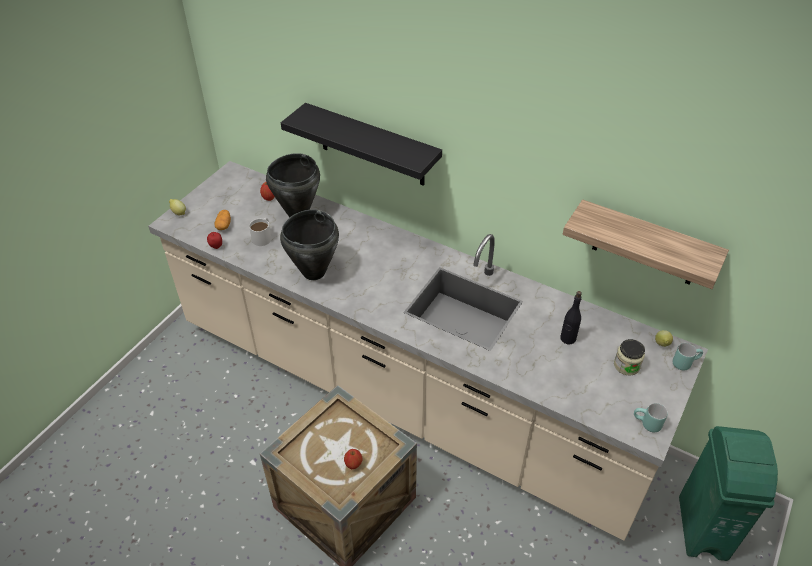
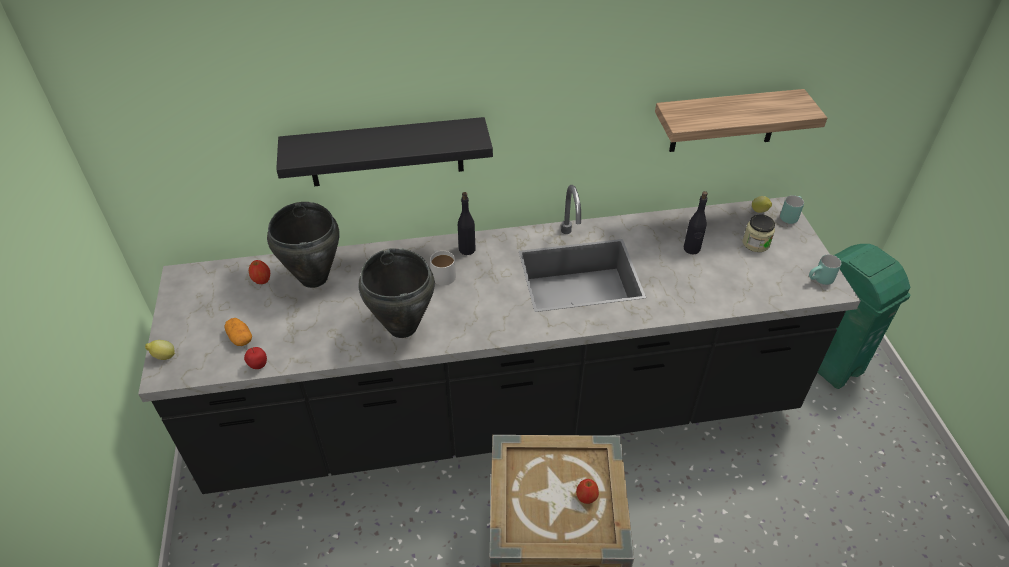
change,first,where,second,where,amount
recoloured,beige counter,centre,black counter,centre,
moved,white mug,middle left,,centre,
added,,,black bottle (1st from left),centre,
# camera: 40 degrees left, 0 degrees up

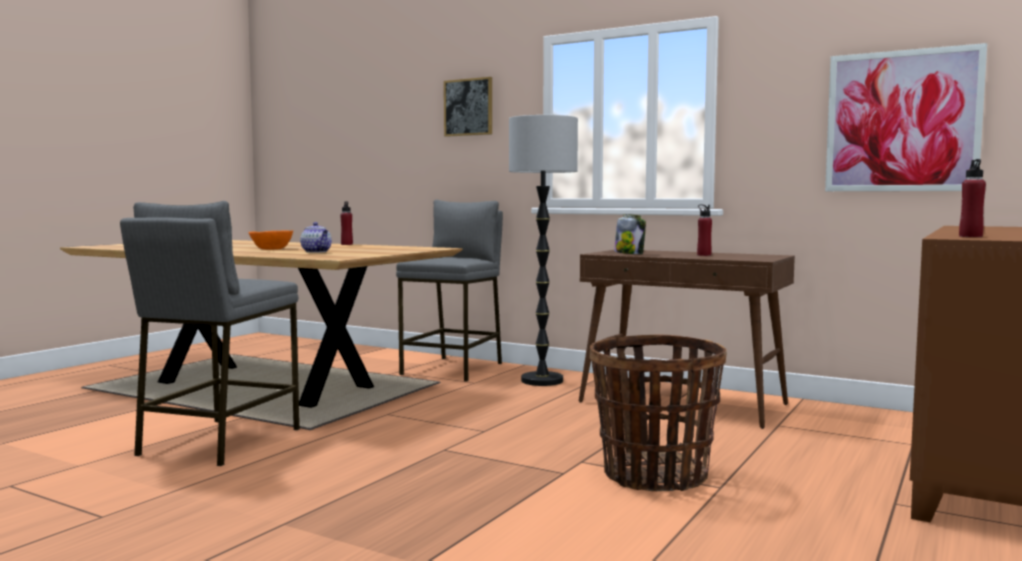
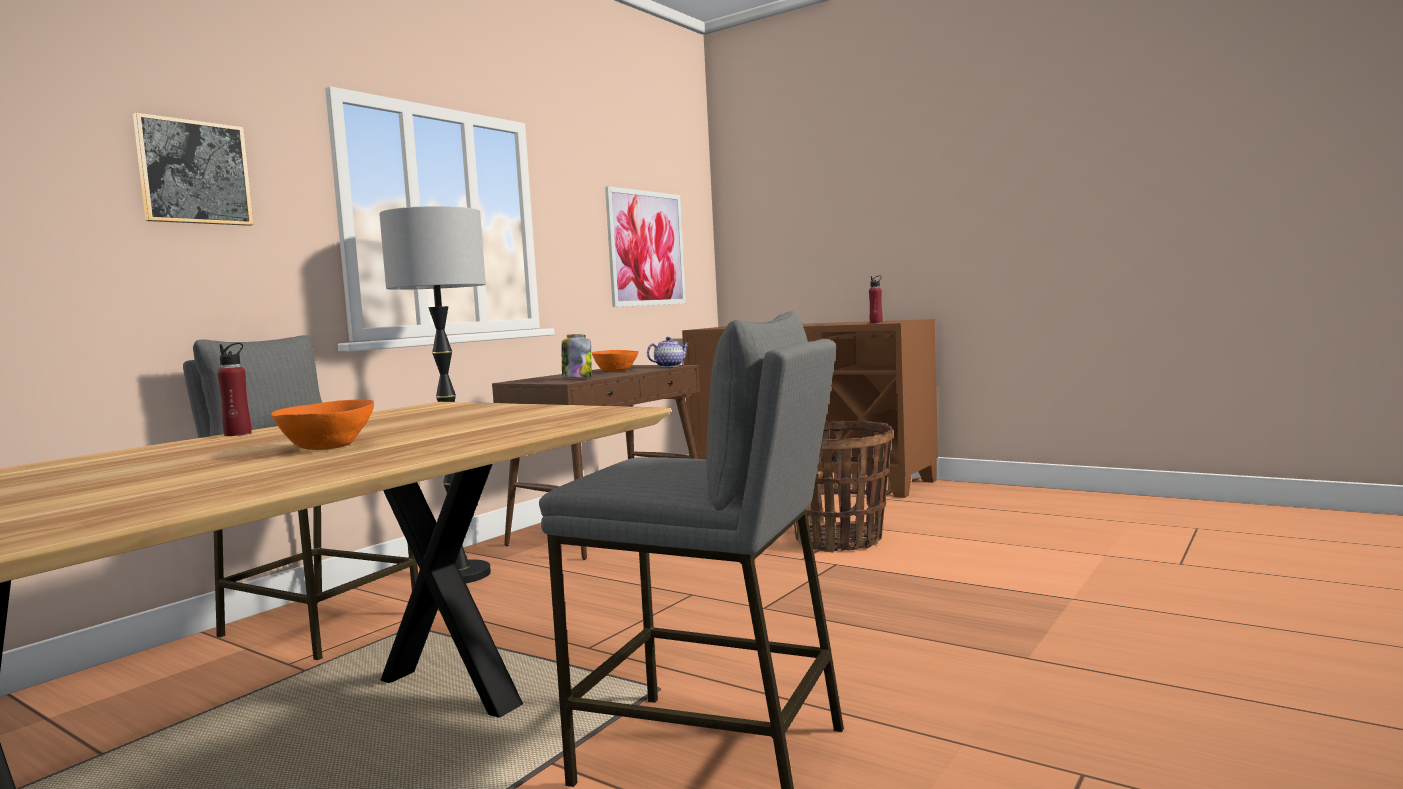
change,first,where,second,where,amount
moved,teapot,middle left,,centre,
replaced,red bottle (2nd from left),middle right,orange bowl (2nd from left),centre,
# camera: 85 degrees left, 0 degrees up

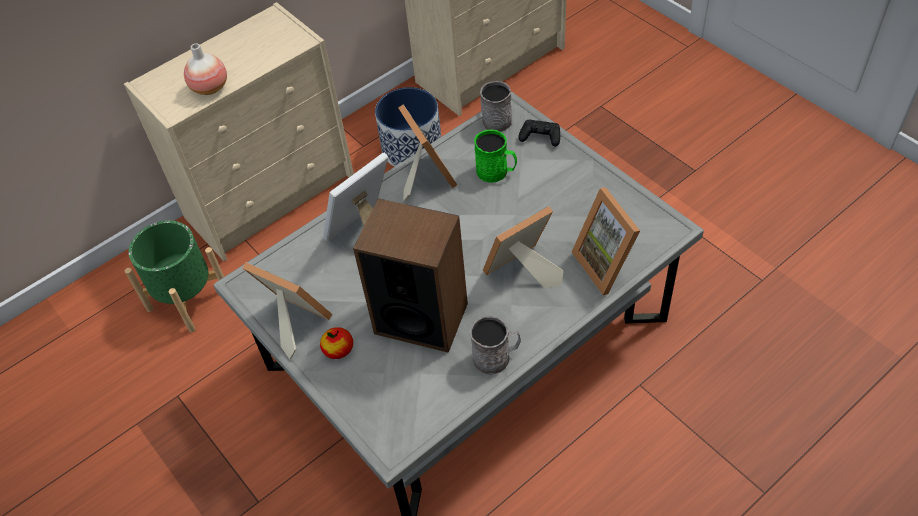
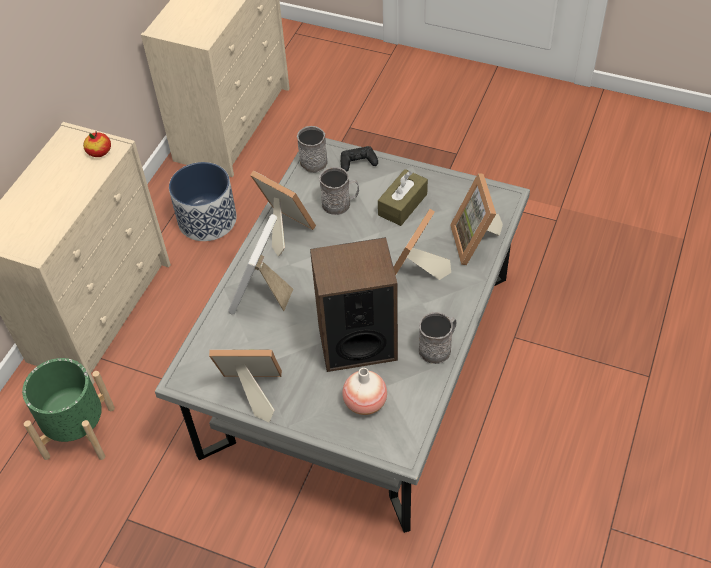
change,first,where,second,where,amount
moved,vase,top left,,bottom centre,
moved,apple,centre,,top left,
recoloured,green mug,top centre,grey mug (2nd from left),centre,
turned,picture frame (5th from left),centre,,middle right,45 degrees clockwise
added,,,brown tissue box,centre,
# camera: 30 degrees left, 0 degrees up

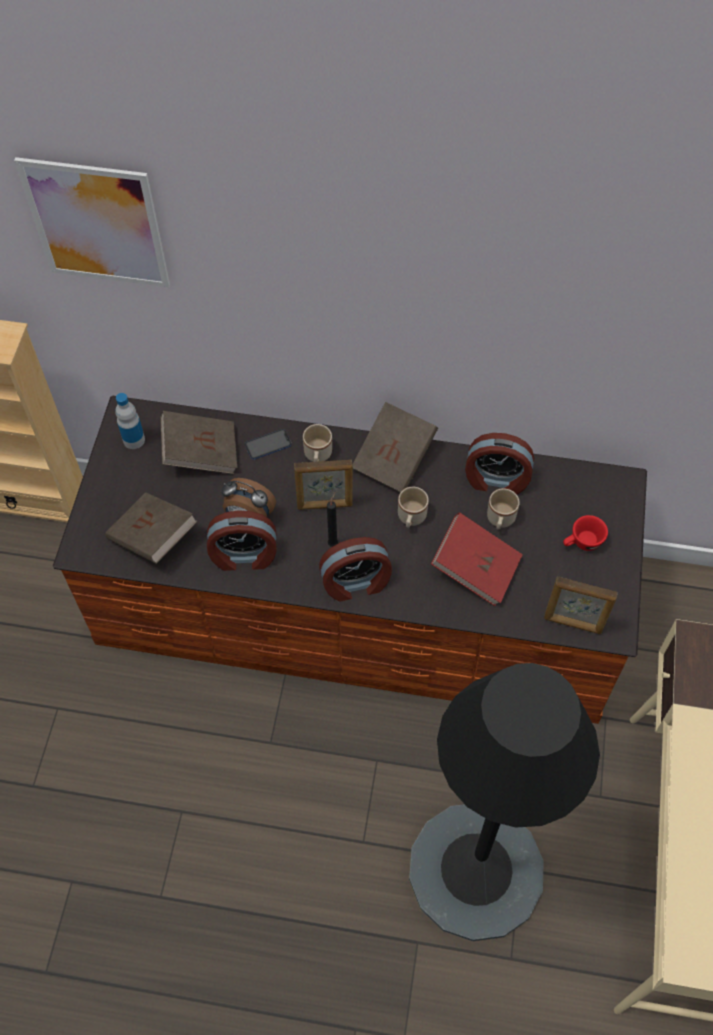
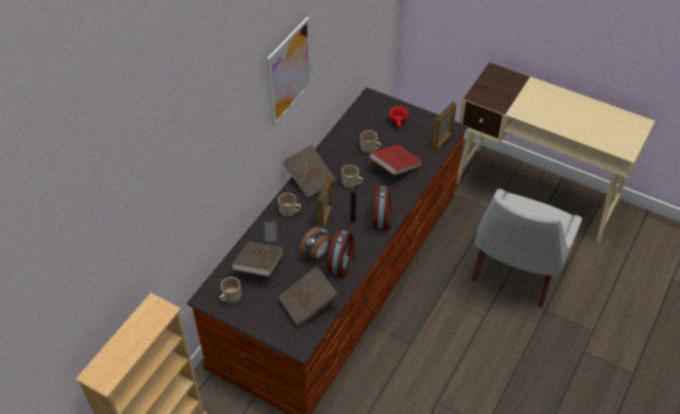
change,first,where,second,where,amount
moved,picture,top left,,top centre,
replaced,bottle,middle left,beige mug (1st from left),bottom centre,
replaced,black floor lamp,bottom right,white chair,middle right,
removed,alarm clock (4th from left),middle right,,,
# camera: 70 degrees left, 10 degrees down

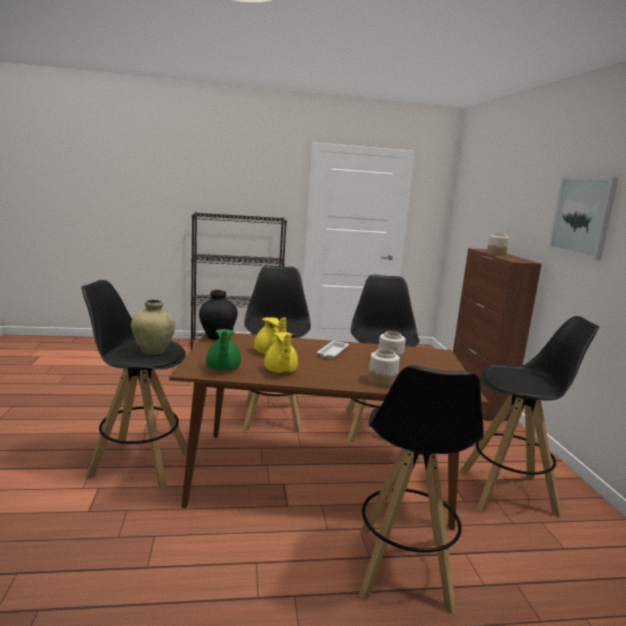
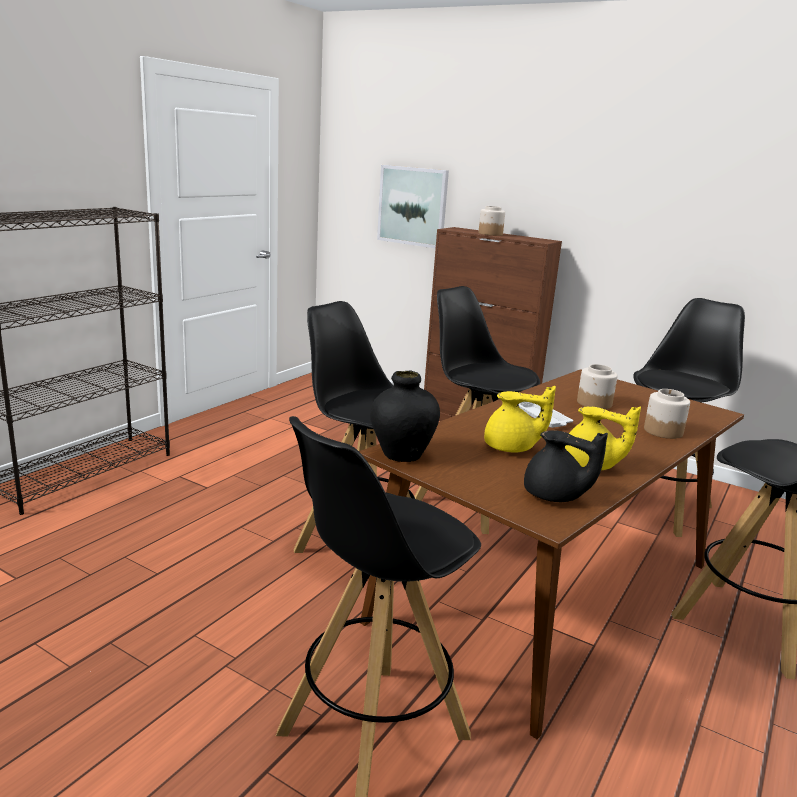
change,first,where,second,where,amount
removed,beige vase,middle left,,,
recoloured,green teapot,centre,black teapot,middle right,
moved,picture,middle right,,top centre,
# camera: 50 degrees left, 5 degrees up

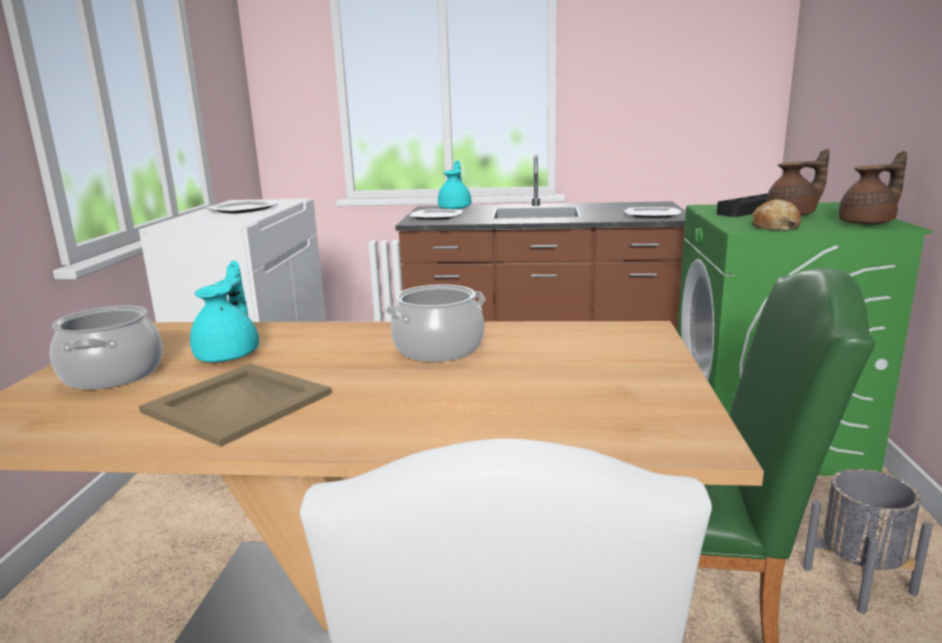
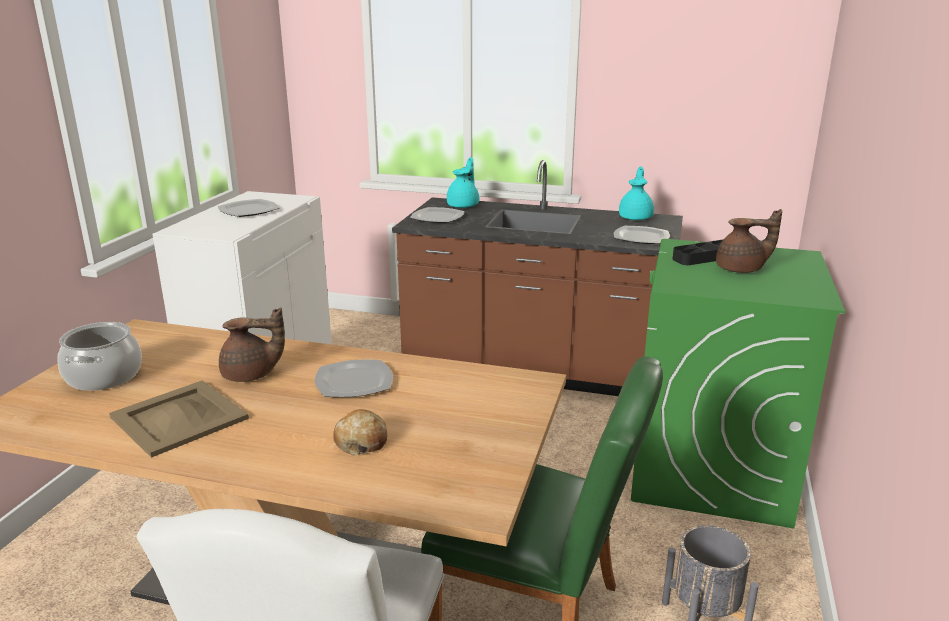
change,first,where,second,where,amount
moved,turquoise teapot (1st from left in the first image),middle left,turquoise teapot (2nd from left),top right,
replaced,cooking pot (2nd from left),centre,plate (2nd from left),centre,
moved,bread,middle right,,bottom centre,
moved,brown teapot (2nd from left in the first image),top right,brown teapot (1st from left),middle left,
# camera: 10 degrees right, 5 degrees up

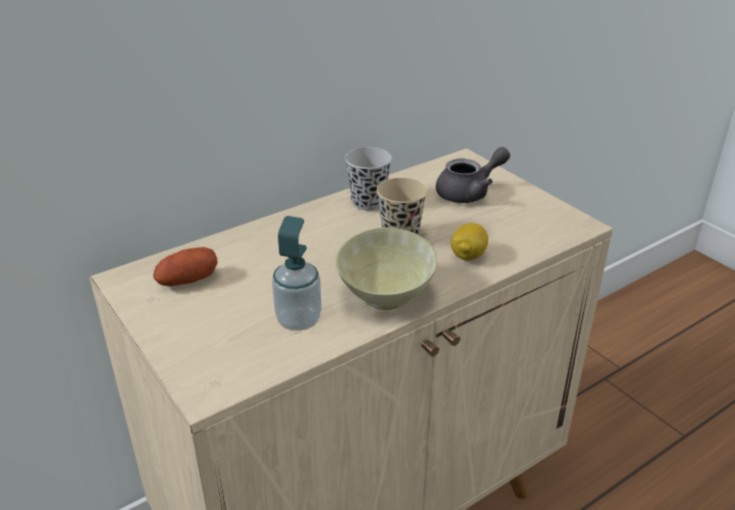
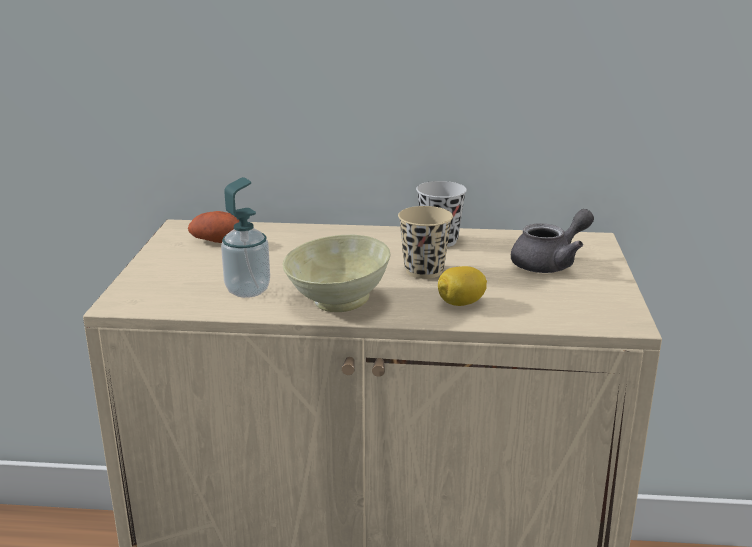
change,first,where,second,where,amount
turned,grey teapot,centre,,middle right,45 degrees counterclockwise
# camera: 40 degrees right, 10 degrees down

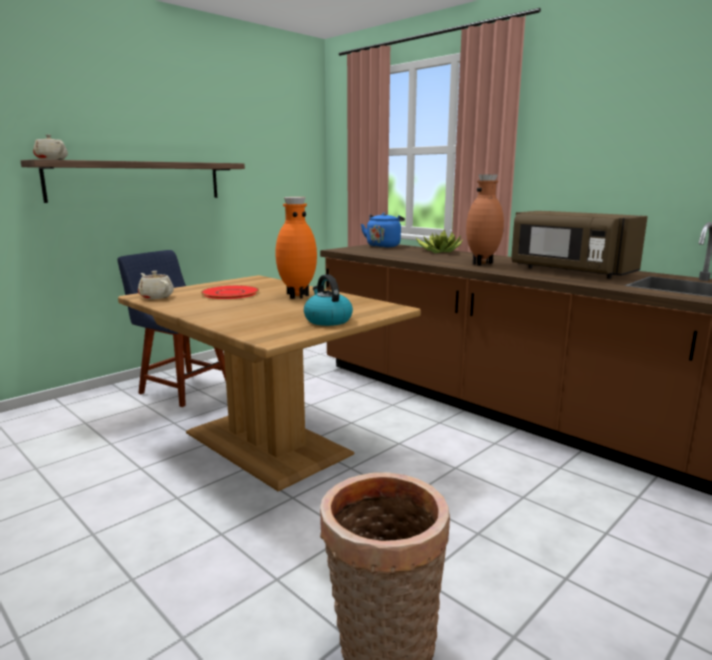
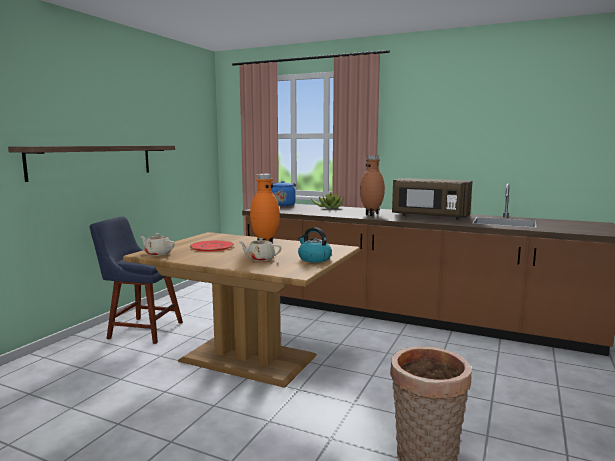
change,first,where,second,where,amount
moved,beige teapot (1st from left in the first image),top left,beige teapot (2nd from left),centre,
# camera: 20 degrees left, 5 degrees down

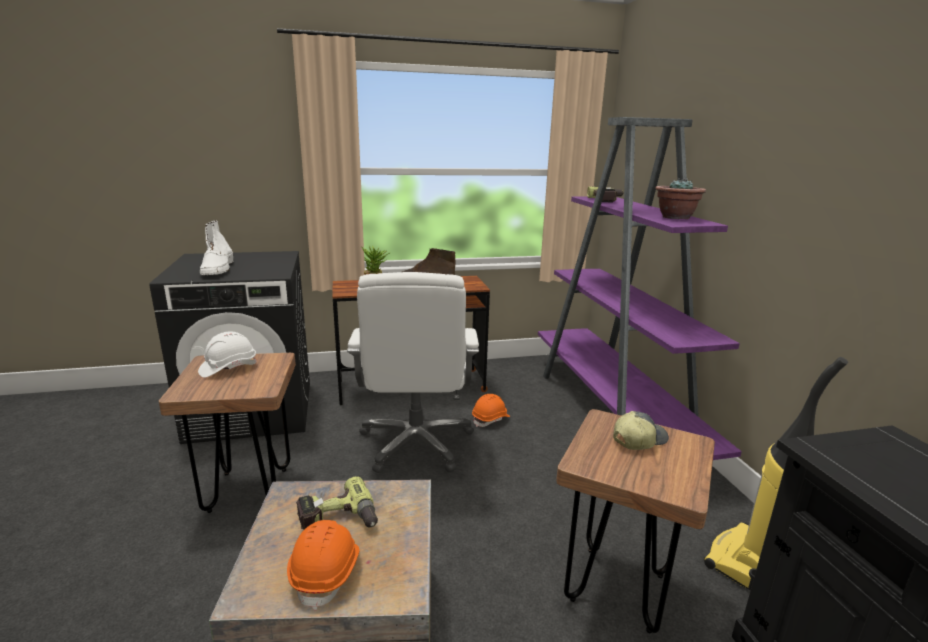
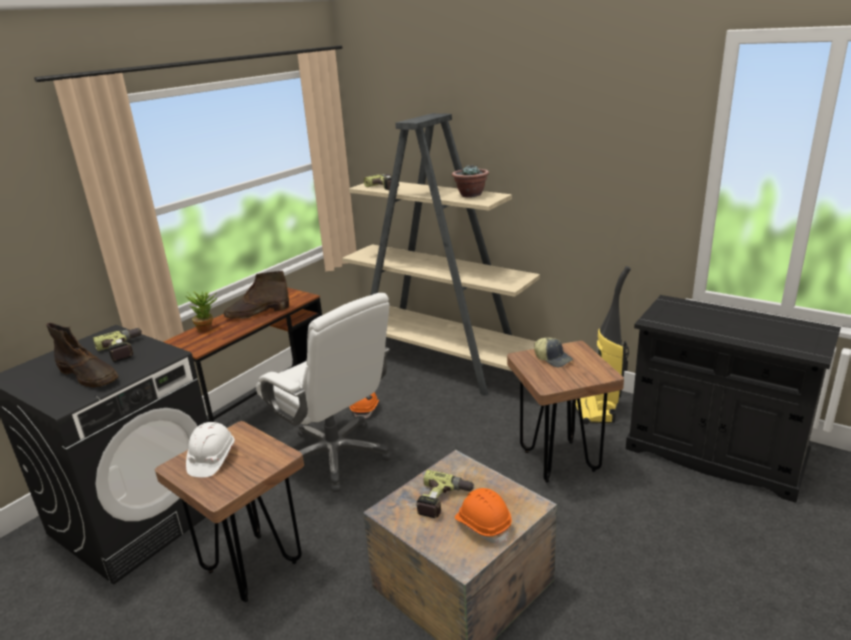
change,first,where,second,where,amount
recoloured,white boot,middle left,brown boot (1st from left),middle left,
recoloured,purple bookcase,middle right,beige bookcase,centre,
turned,cap,bottom right,,centre,120 degrees clockwise
added,,,power drill (1st from left),middle left,
# camera: 40 degrees left, 5 degrees up

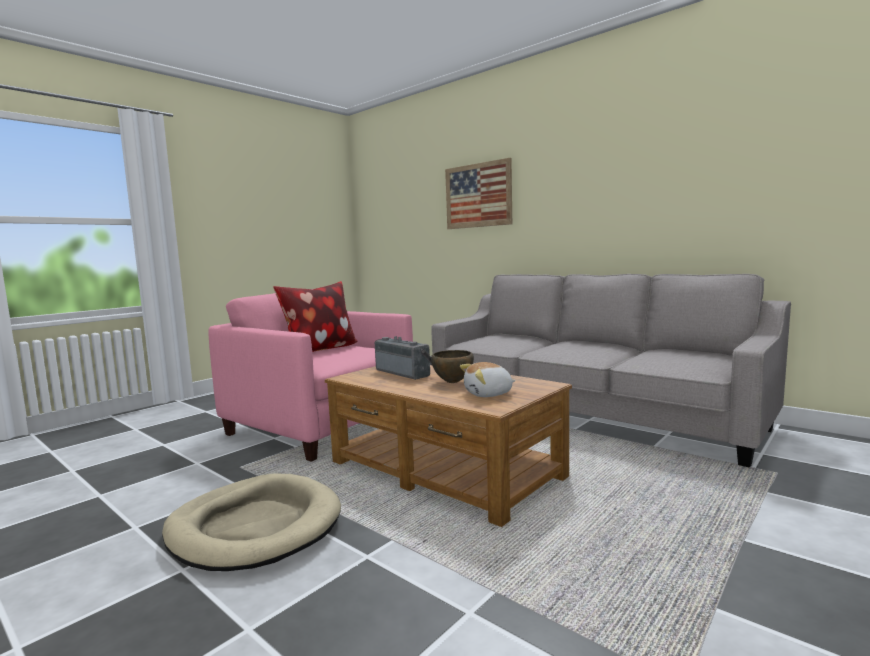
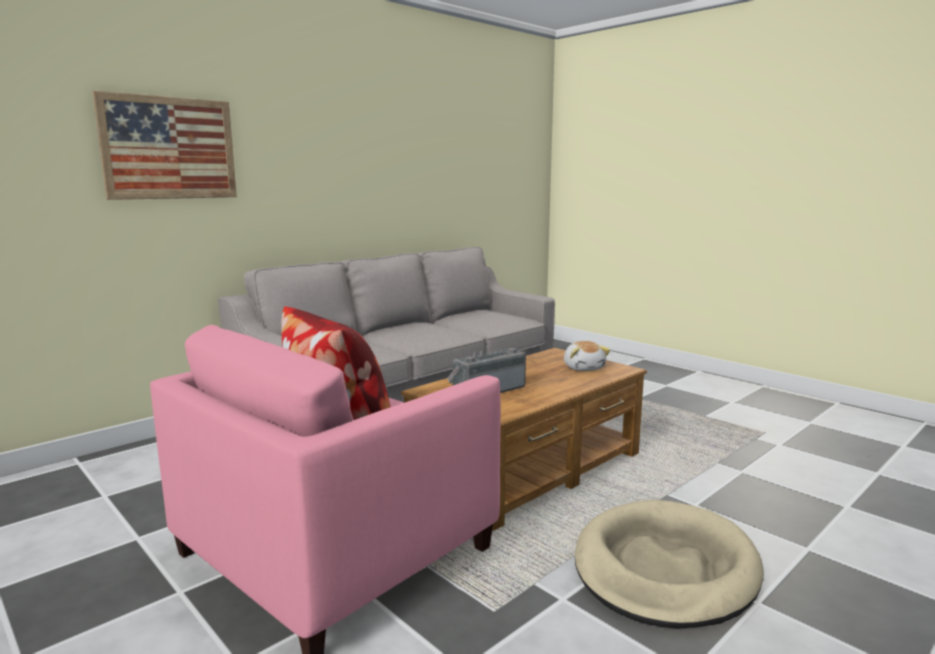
change,first,where,second,where,amount
removed,brown bowl,centre,,,
# camera: 85 degrees left, 5 degrees up

